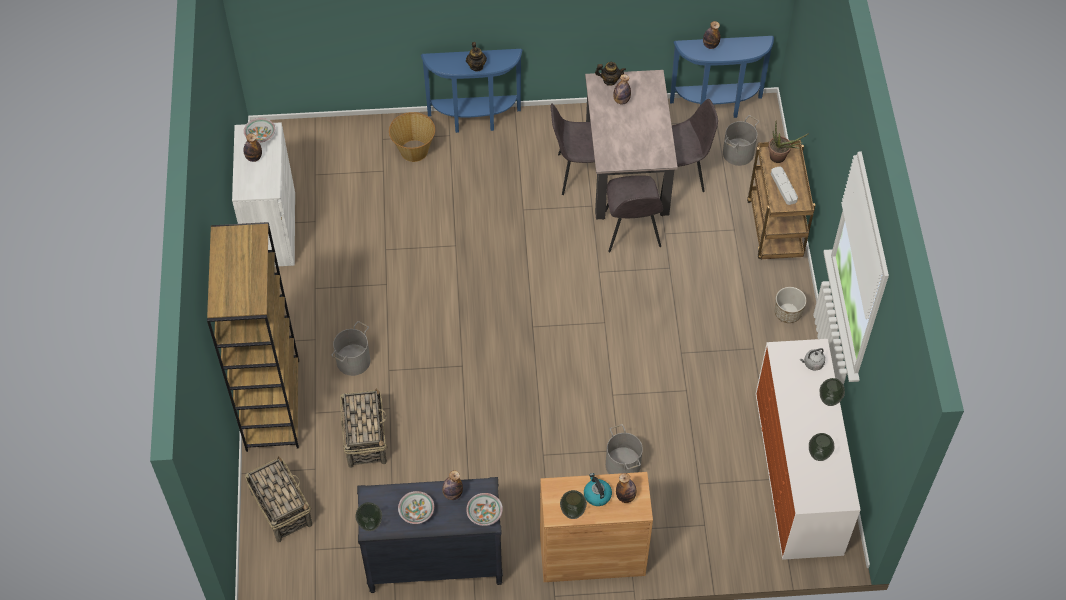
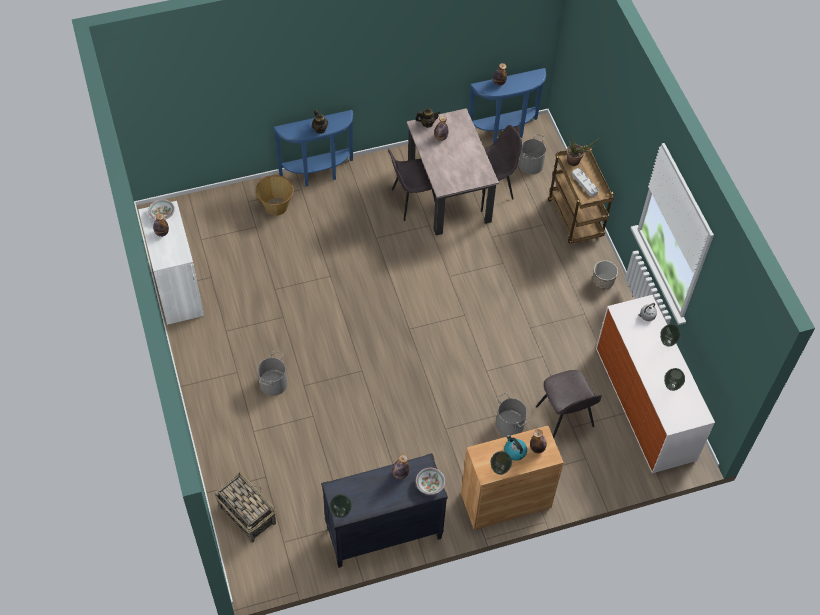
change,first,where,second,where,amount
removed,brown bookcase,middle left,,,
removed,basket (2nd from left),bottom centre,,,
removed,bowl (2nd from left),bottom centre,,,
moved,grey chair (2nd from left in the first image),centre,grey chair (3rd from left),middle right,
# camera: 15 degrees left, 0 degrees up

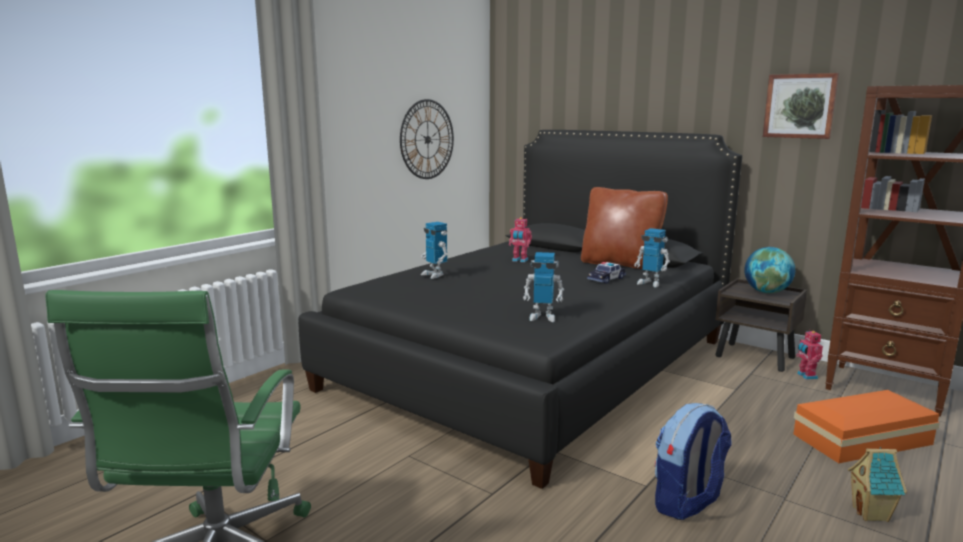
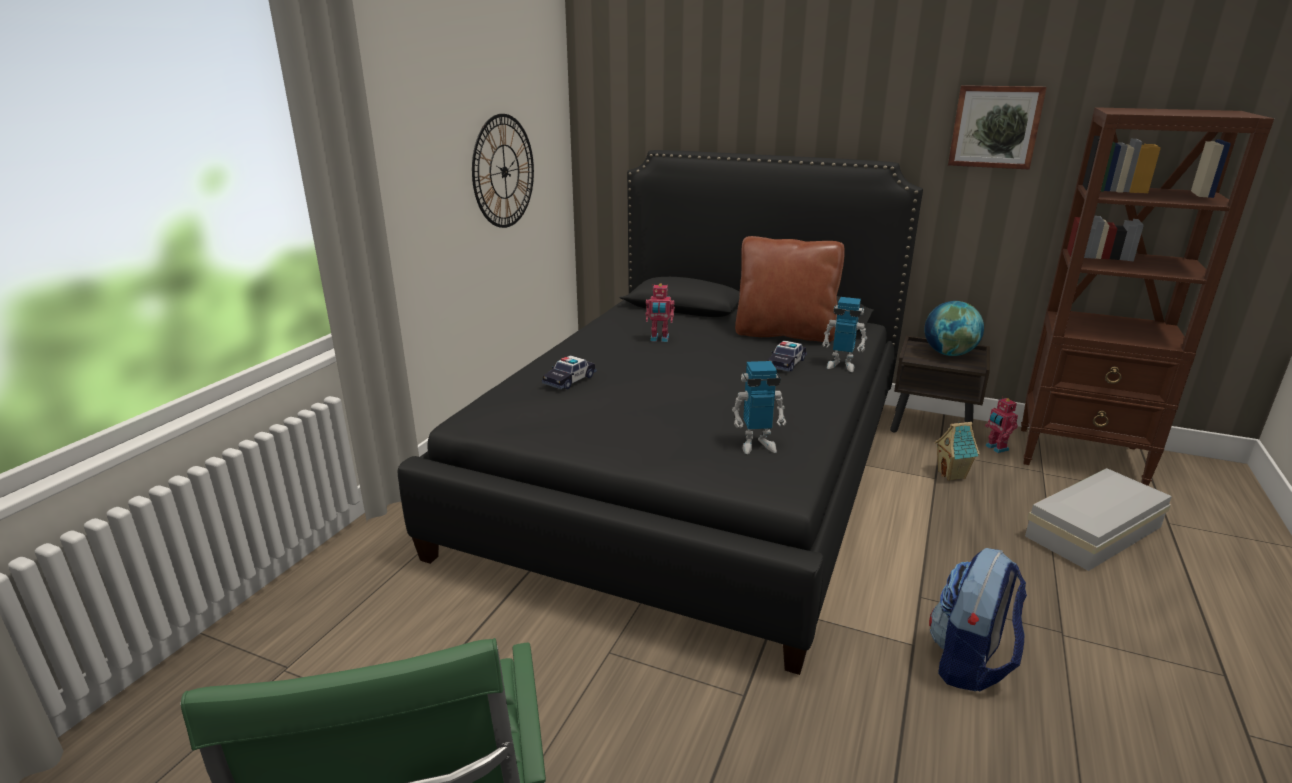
change,first,where,second,where,amount
replaced,toy robot (1st from left),centre,toy car (1st from left),centre,
recoloured,orange storage box,bottom right,white storage box,middle right,
moved,toy house,bottom right,,middle right,
# camera: 15 degrees left, 10 degrees up

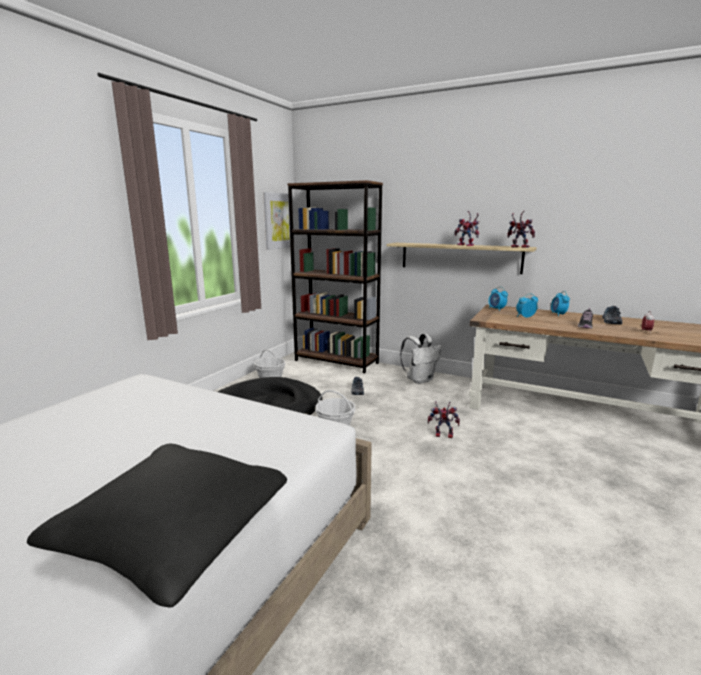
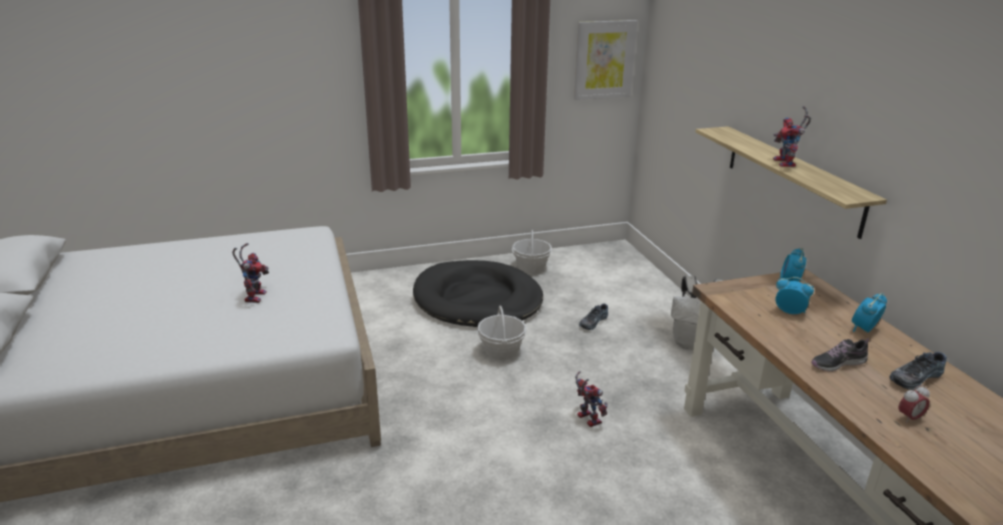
change,first,where,second,where,amount
removed,black pillow,bottom left,,,
removed,brown bookcase,centre,,,
moved,toy robot (3rd from left in the first image),middle right,toy robot (1st from left),middle left,
# camera: 45 degrees right, 10 degrees up

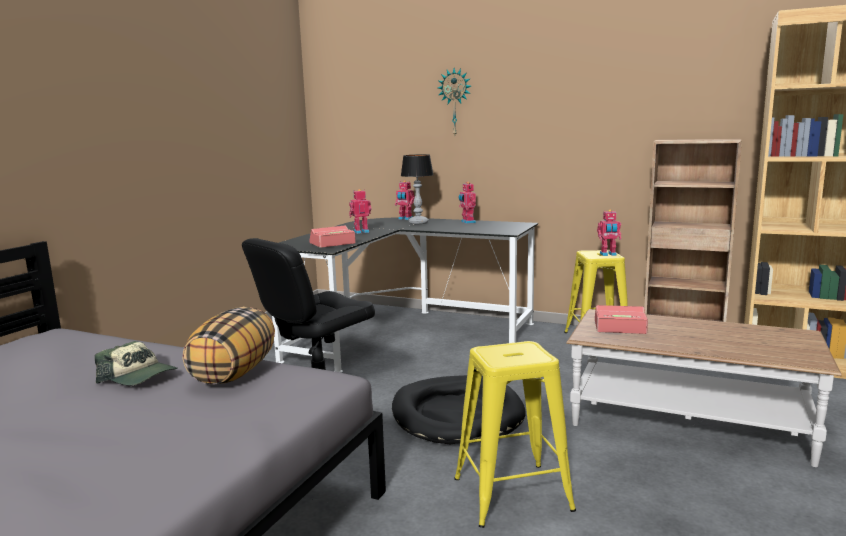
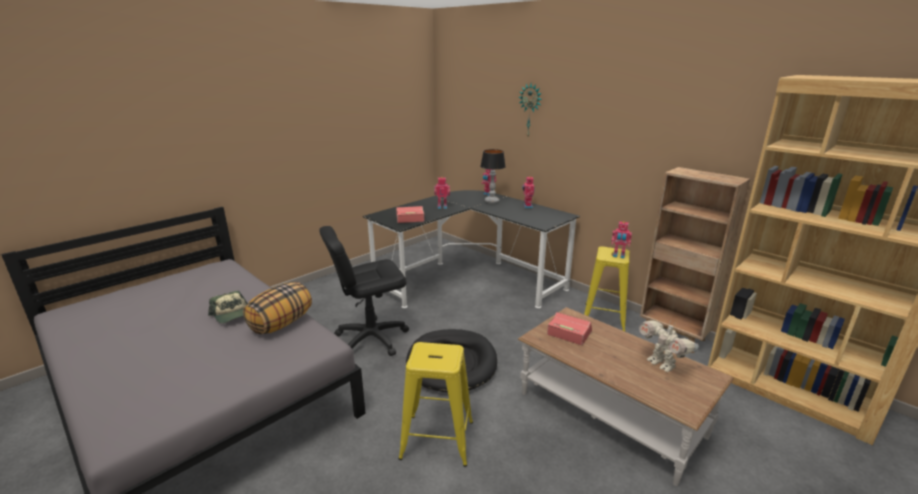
change,first,where,second,where,amount
added,,,toy robot (5th from left),bottom right,
# camera: 20 degrees right, 10 degrees up

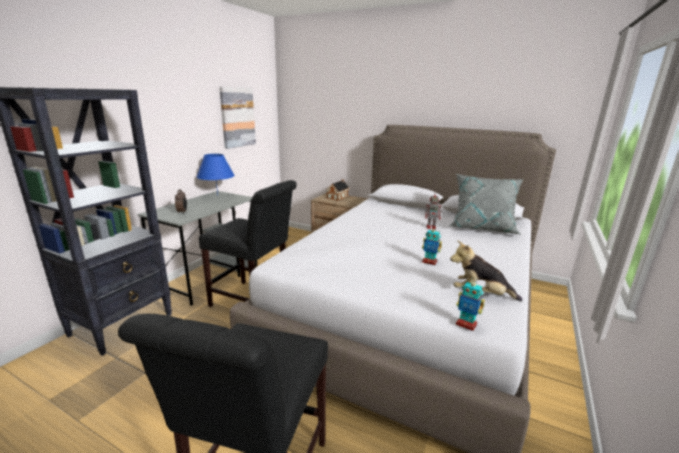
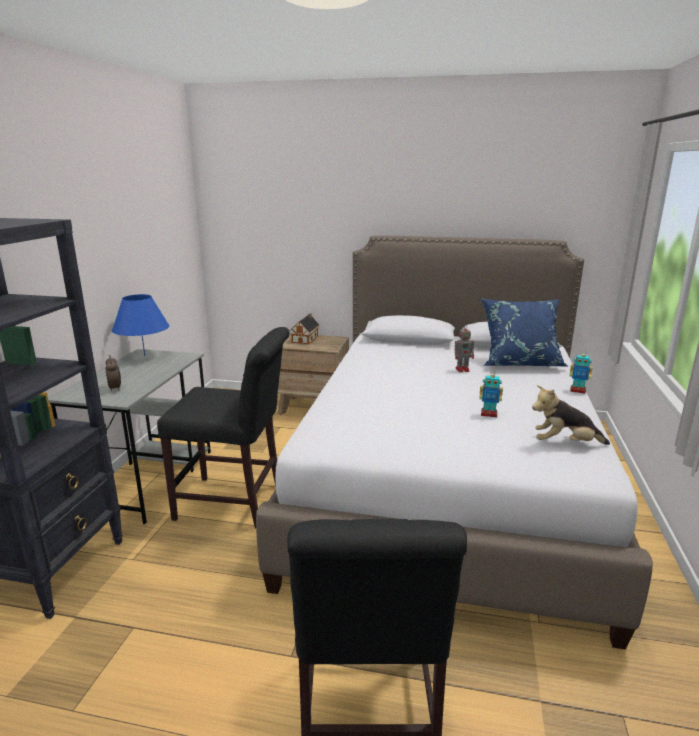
change,first,where,second,where,amount
removed,picture,top centre,,,
recoloured,grey pillow,middle right,blue pillow,middle right,
moved,toy robot (3rd from left),bottom right,,middle right,
# camera: 15 degrees left, 0 degrees up

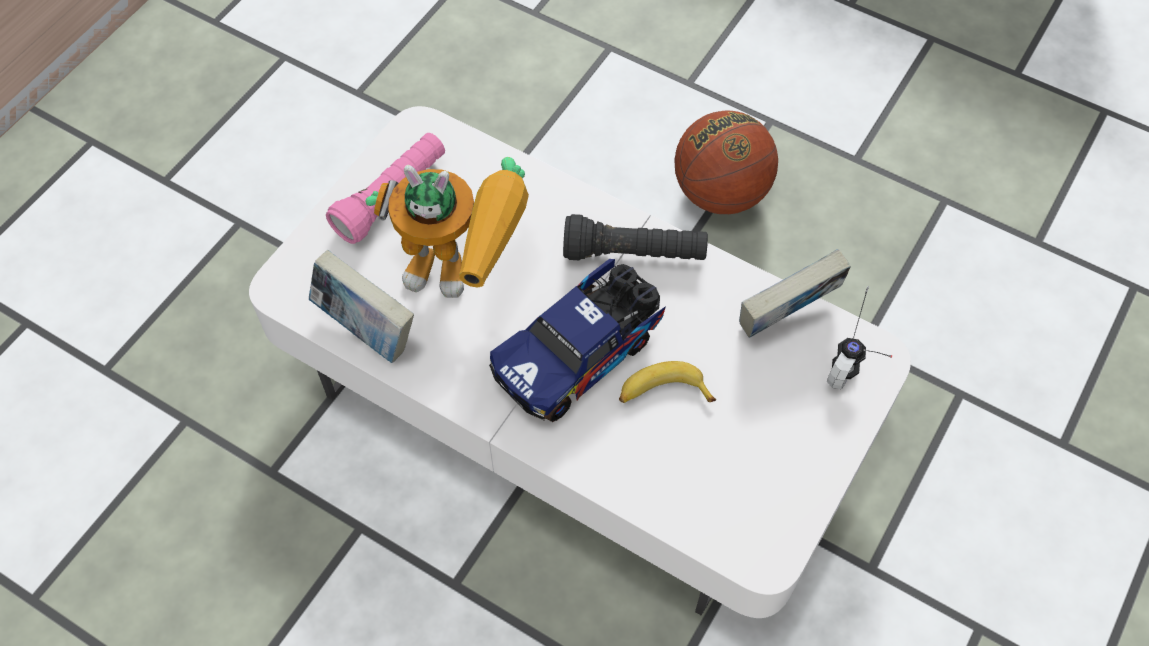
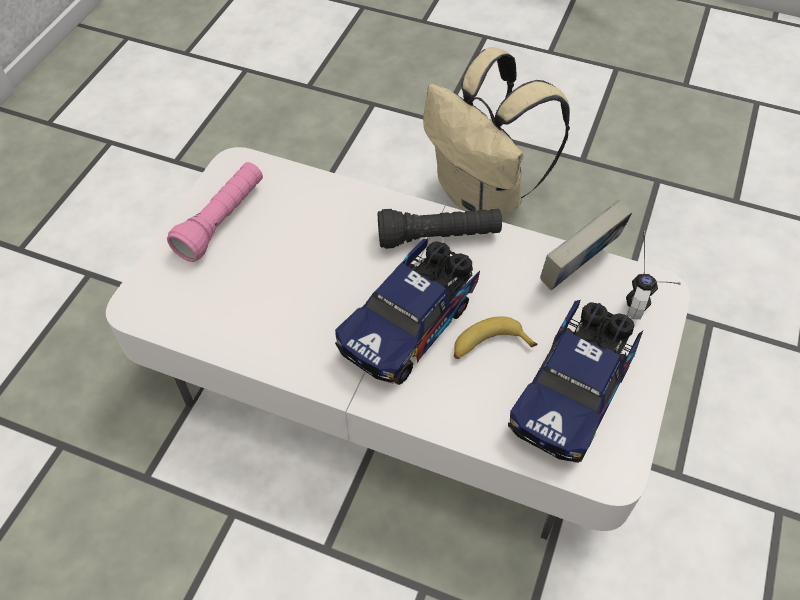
change,first,where,second,where,amount
removed,book (1st from left),middle left,,,
removed,toy robot,centre,,,
replaced,basketball,top centre,beige backpack,top centre,
added,,,toy truck (2nd from left),middle right,
# camera: 10 degrees left, 5 degrees down

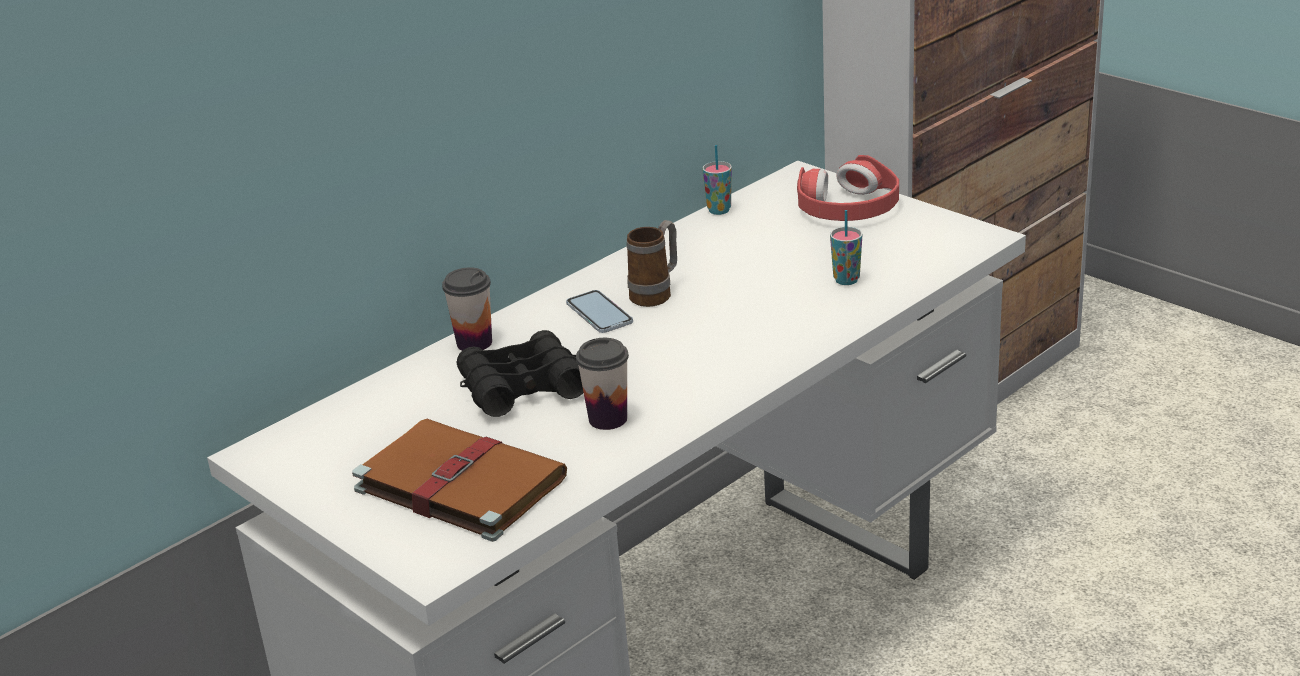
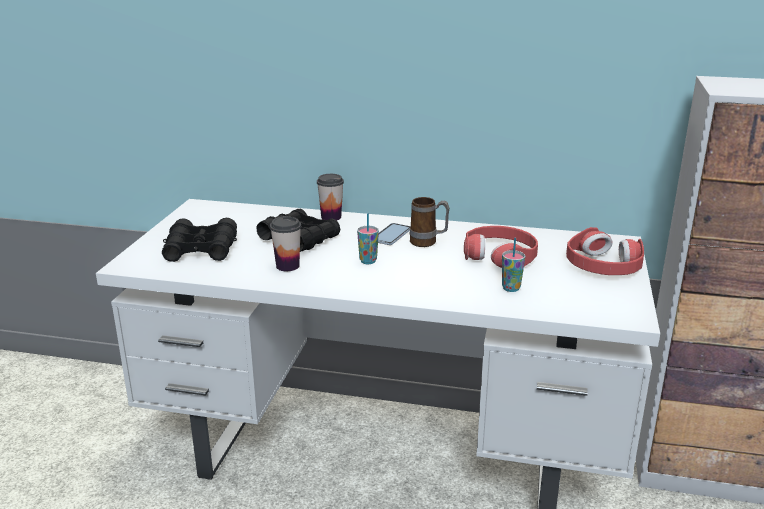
change,first,where,second,where,amount
replaced,brown book,bottom centre,black binoculars (1st from left),middle left,
moved,cup (3rd from left),top centre,,centre,
added,,,red headphones (1st from left),centre,
# camera: 55 degrees right, 5 degrees down

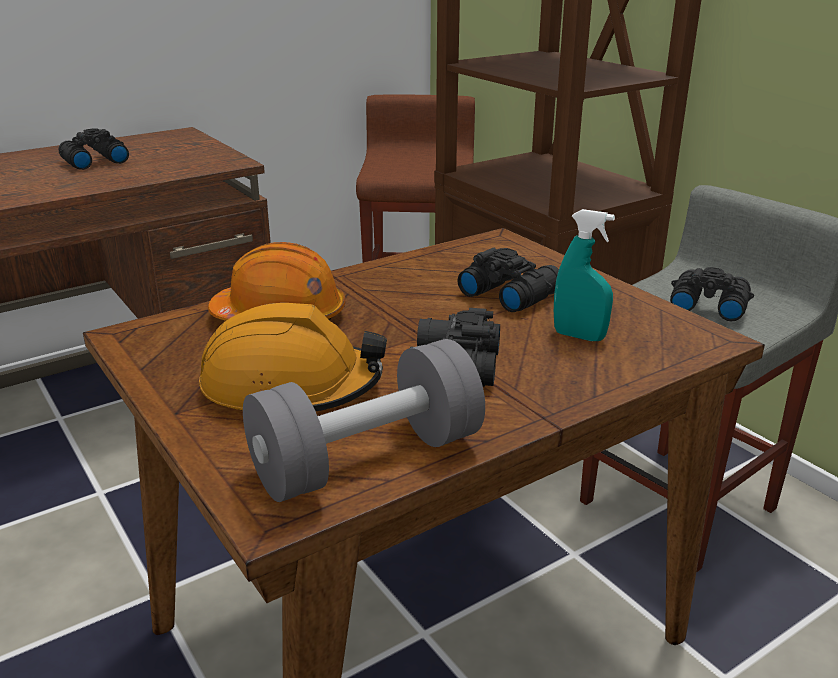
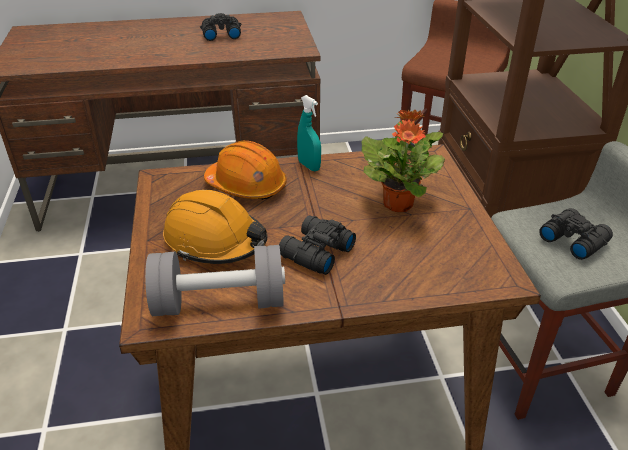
change,first,where,second,where,amount
replaced,black binoculars (3rd from left),centre,potted plant,centre,
moved,turquoise spray bottle,middle right,,top centre,
# camera: 25 degrees right, 10 degrees up

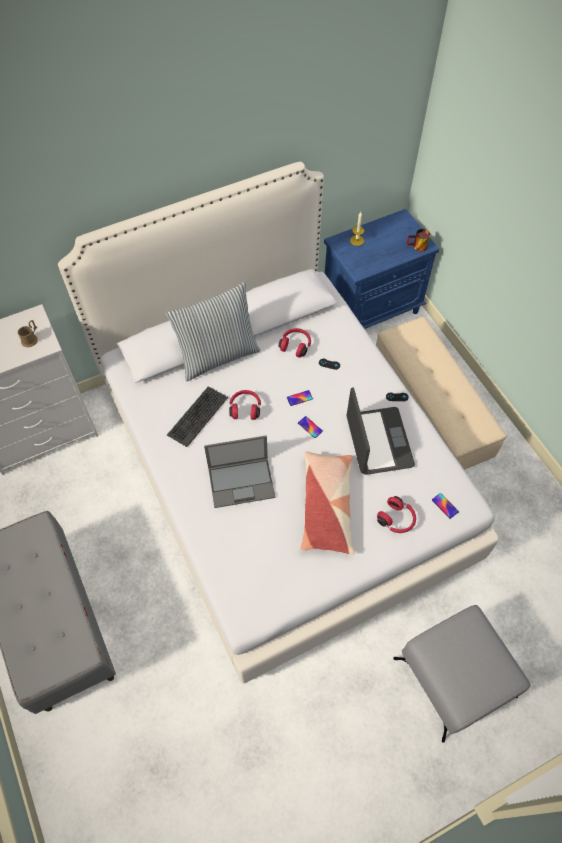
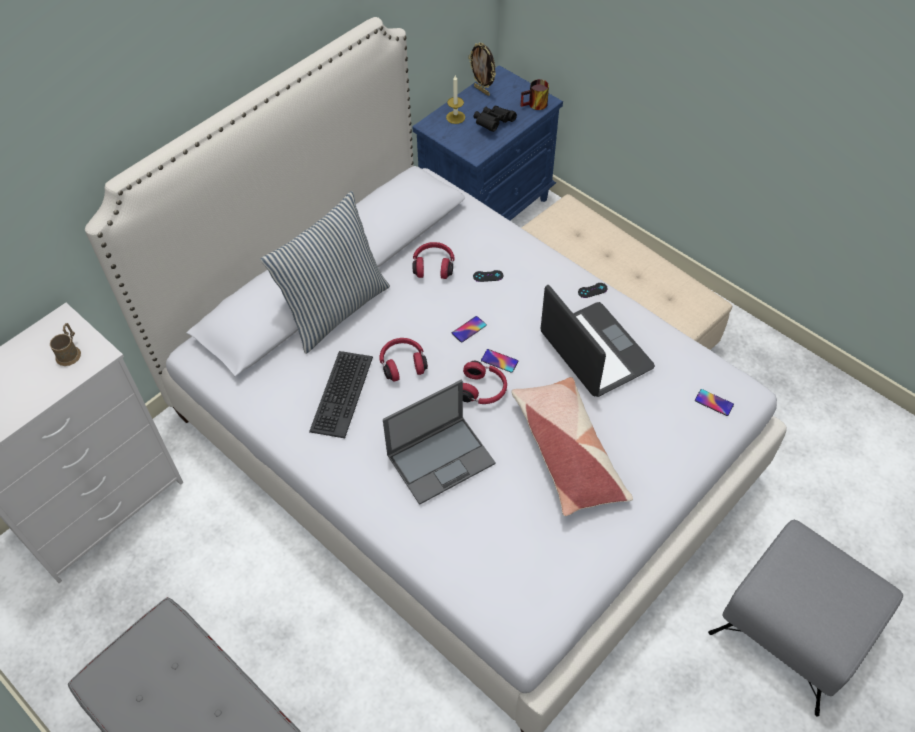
change,first,where,second,where,amount
moved,red headphones (3rd from left),middle right,,centre,
added,,,picture frame,top centre,
added,,,black binoculars,top centre,
# camera: 20 degrees left, 5 degrees down

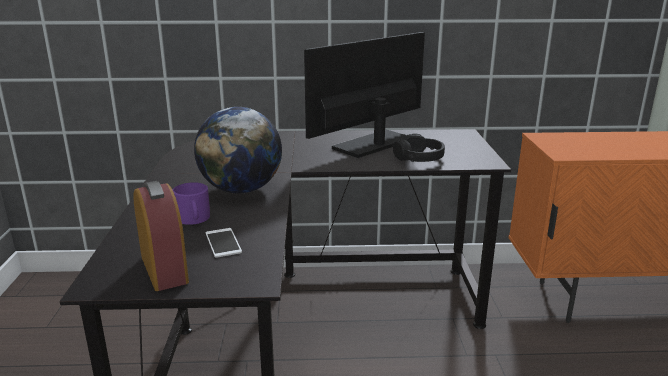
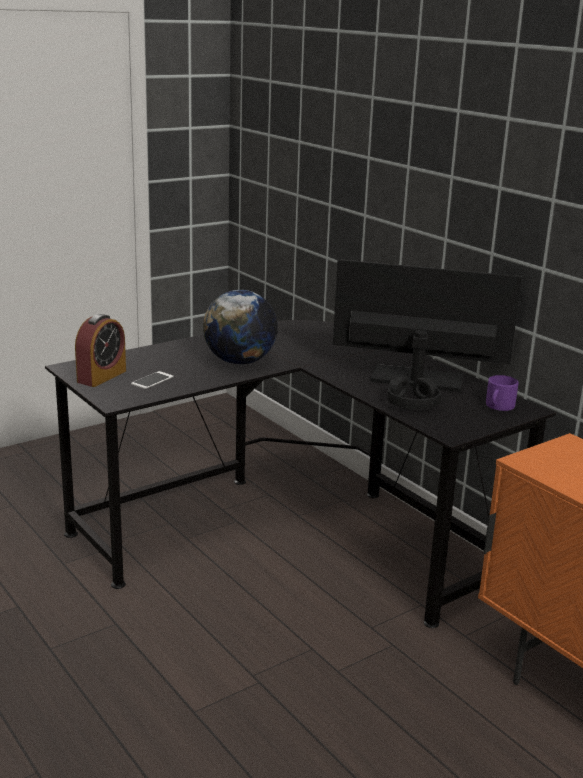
change,first,where,second,where,amount
moved,purple mug,middle left,,middle right,
# camera: 55 degrees right, 0 degrees up

